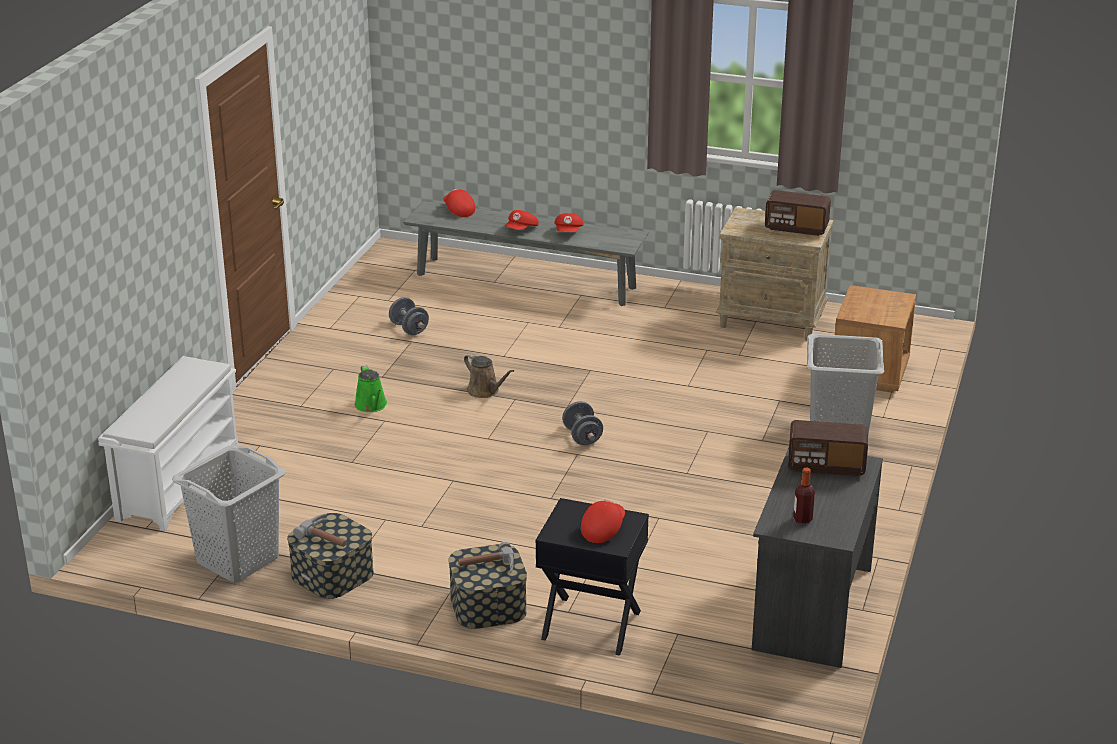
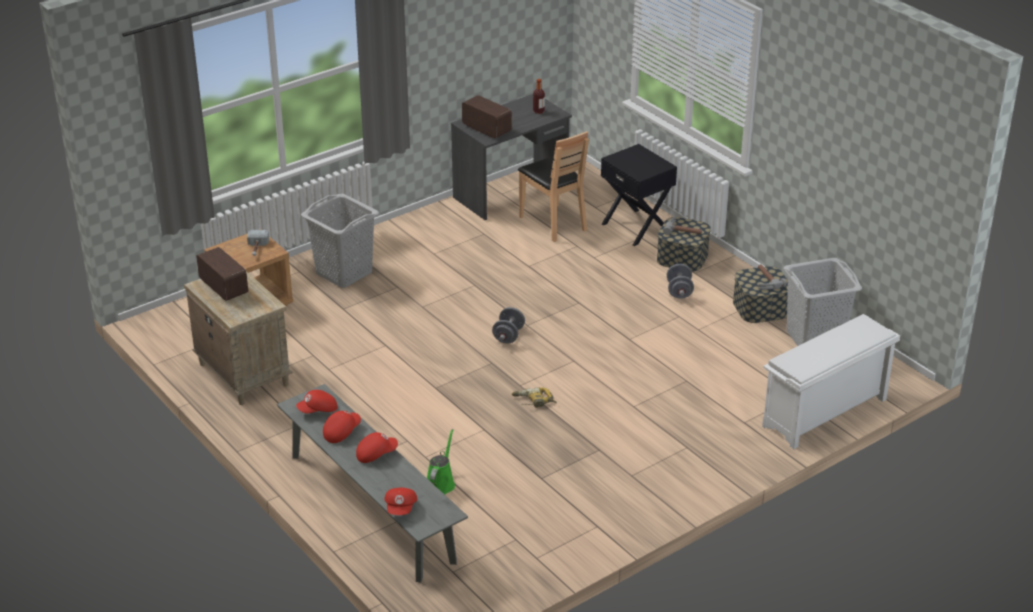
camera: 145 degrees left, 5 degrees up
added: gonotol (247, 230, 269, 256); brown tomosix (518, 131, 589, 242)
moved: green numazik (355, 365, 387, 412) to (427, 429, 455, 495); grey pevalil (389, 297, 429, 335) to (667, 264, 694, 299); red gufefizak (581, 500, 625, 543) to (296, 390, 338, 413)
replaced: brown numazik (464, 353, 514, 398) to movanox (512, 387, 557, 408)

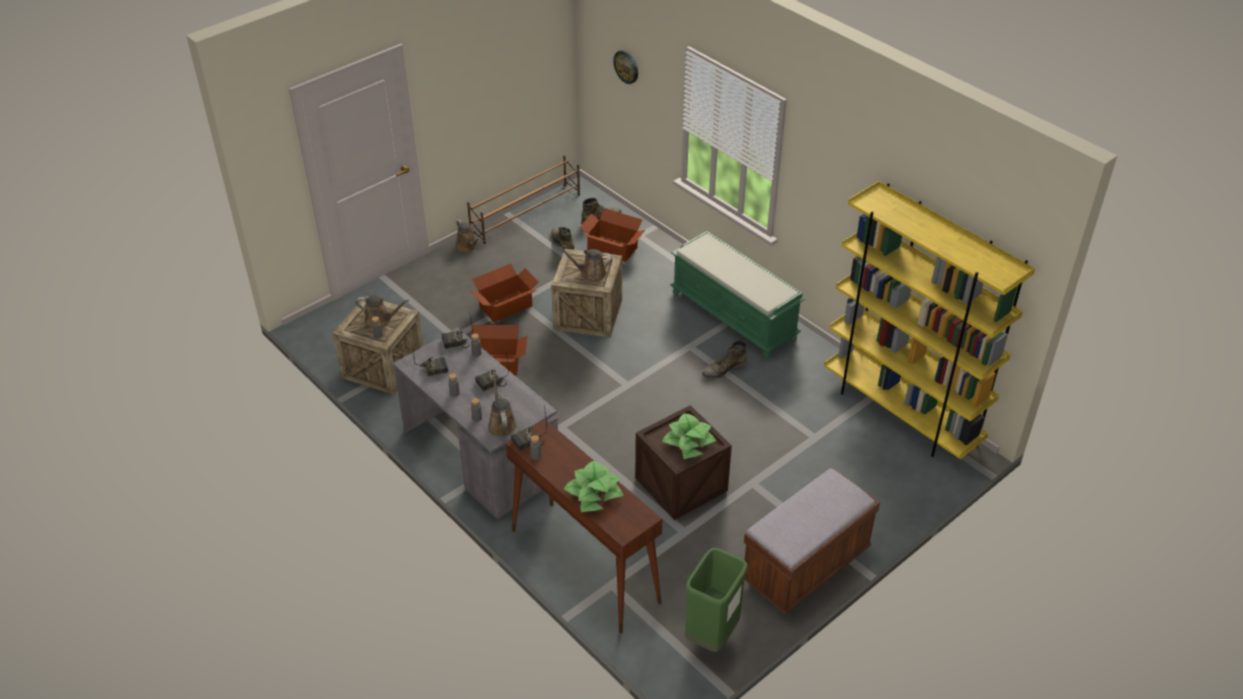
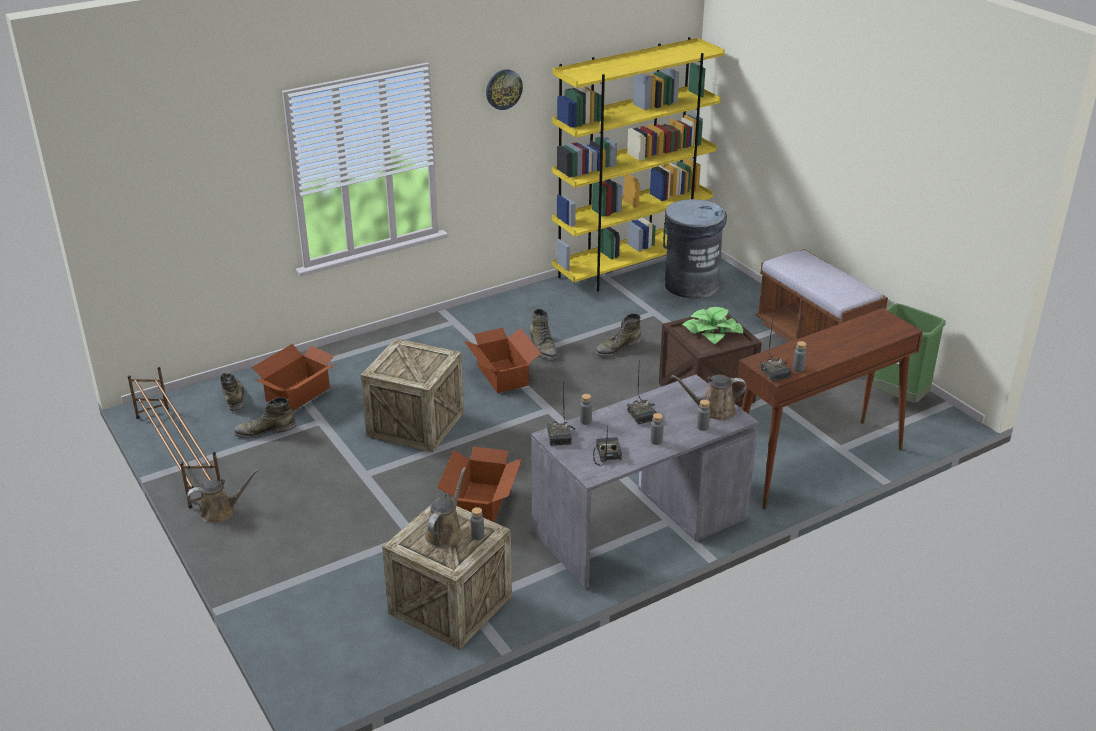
camera: 80 degrees left, 10 degrees down
removed: brown numazik (558, 247, 613, 282); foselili (564, 461, 624, 512); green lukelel (670, 231, 805, 358)
added: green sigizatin (595, 314, 641, 356); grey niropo (663, 199, 727, 299)
moved: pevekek (470, 264, 539, 322) to (464, 328, 541, 393); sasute (613, 50, 638, 84) to (486, 69, 523, 110)

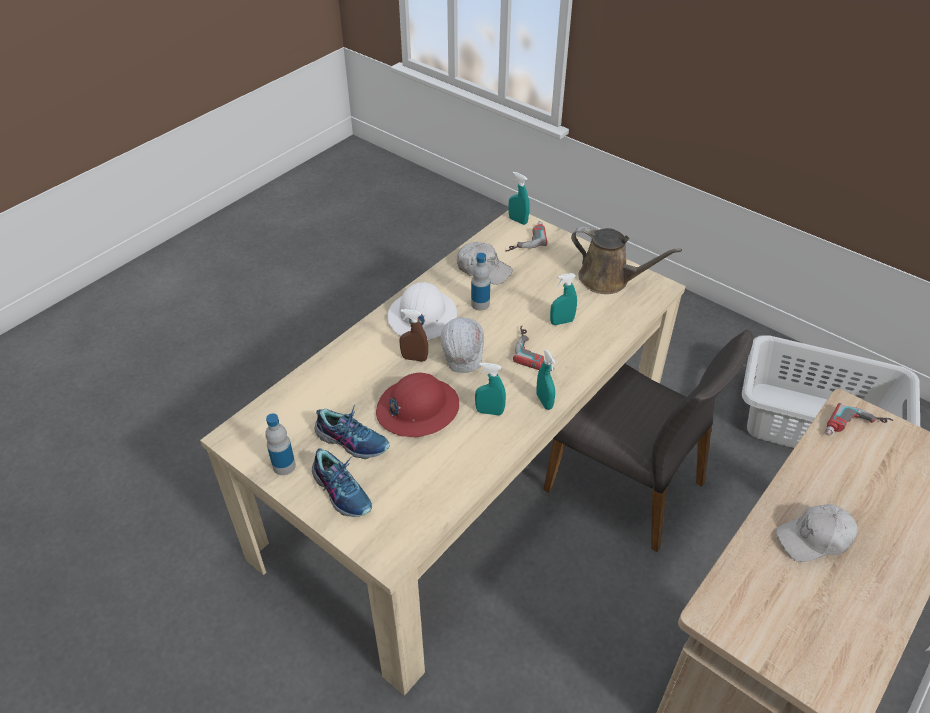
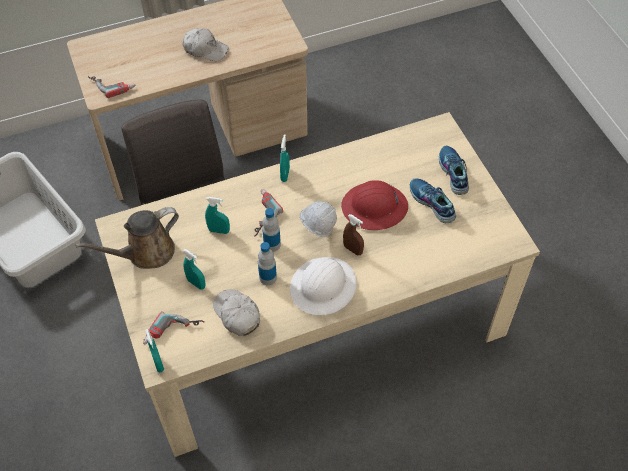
camera: 150 degrees left, 10 degrees up
moved: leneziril (265, 413, 296, 475) to (262, 208, 281, 252); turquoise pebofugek (475, 363, 506, 415) to (183, 249, 206, 290)
turned: brown numazik (571, 226, 682, 294) = (75, 207, 179, 269) 90 degrees counterclockwise

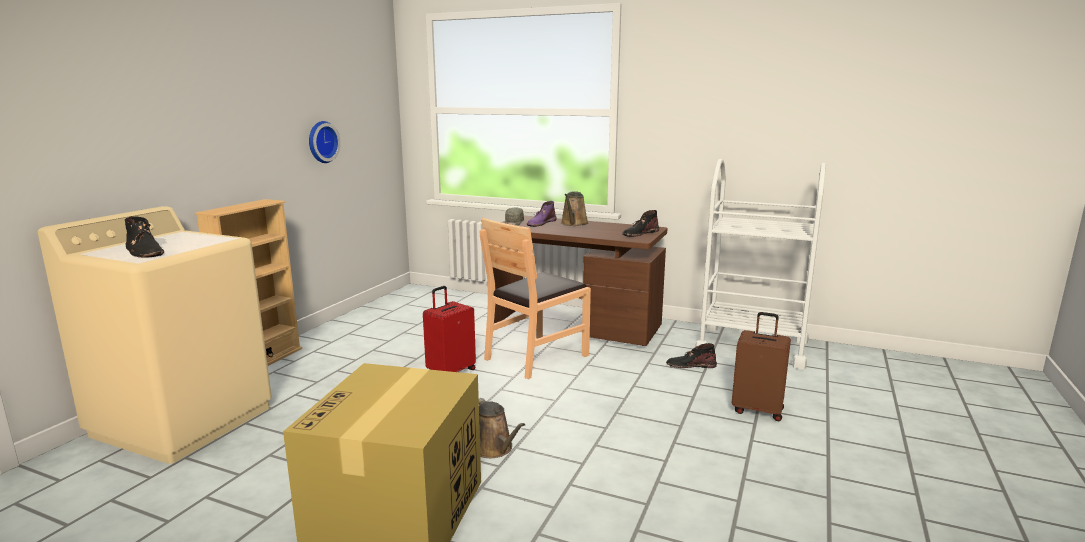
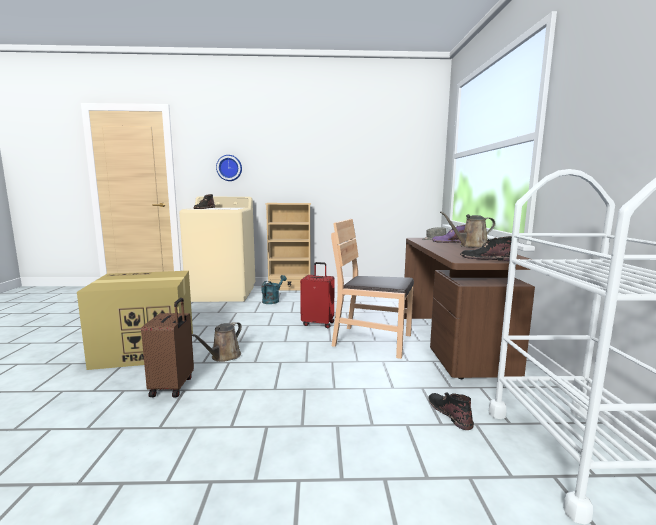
camera: 65 degrees right, 5 degrees down
added: turquoise numazik (261, 275, 287, 304)
moved: sasute (309, 121, 341, 163) to (216, 155, 242, 181); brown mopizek (732, 312, 791, 421) to (141, 298, 194, 397)

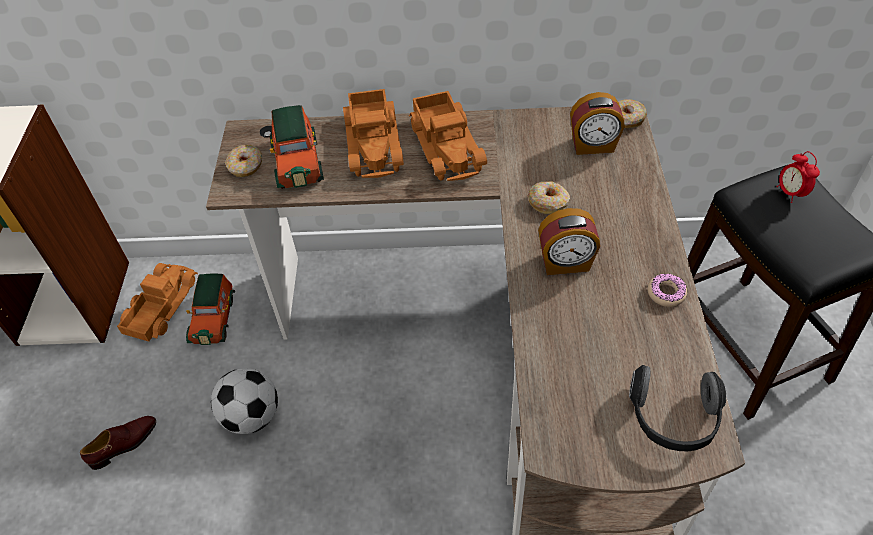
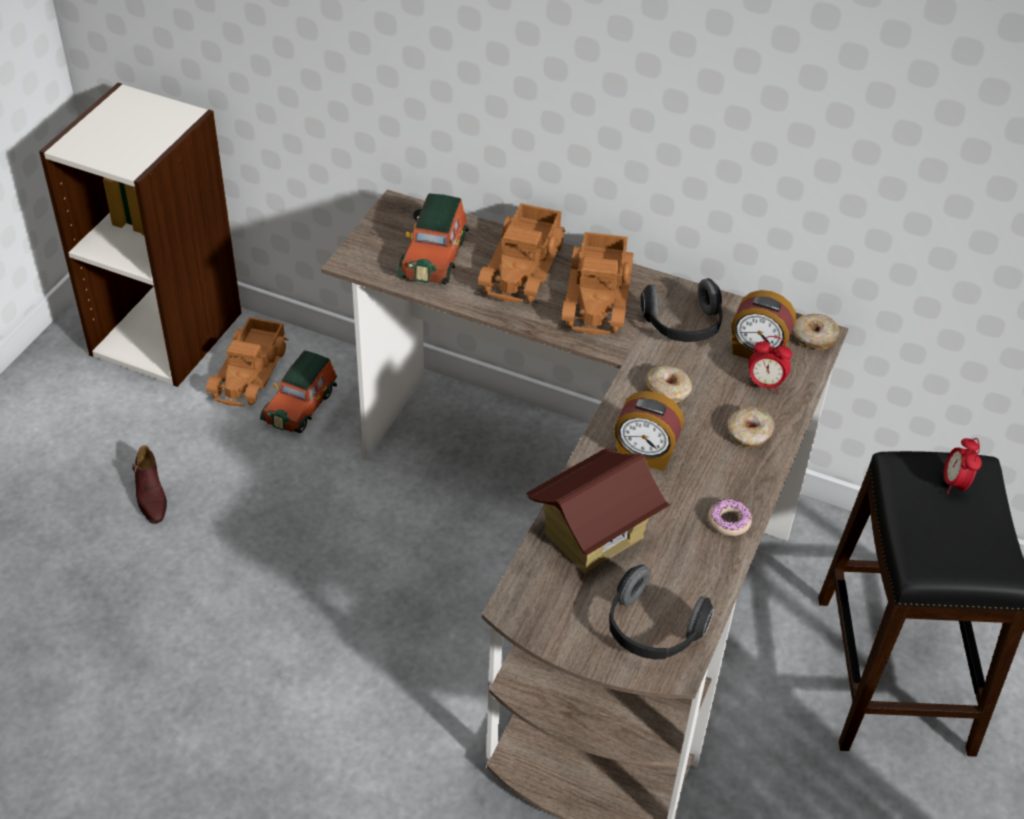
camera: 20 degrees right, 5 degrees down
removed: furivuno (211, 368, 278, 434)
added: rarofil (526, 447, 670, 574); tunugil (640, 278, 722, 342); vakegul (749, 336, 792, 394)
moved: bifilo (225, 145, 262, 177) to (727, 407, 775, 447)
turned: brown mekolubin (80, 416, 156, 470) = (132, 445, 167, 524) 90 degrees clockwise; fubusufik (117, 263, 198, 342) = (206, 317, 289, 406) 150 degrees clockwise

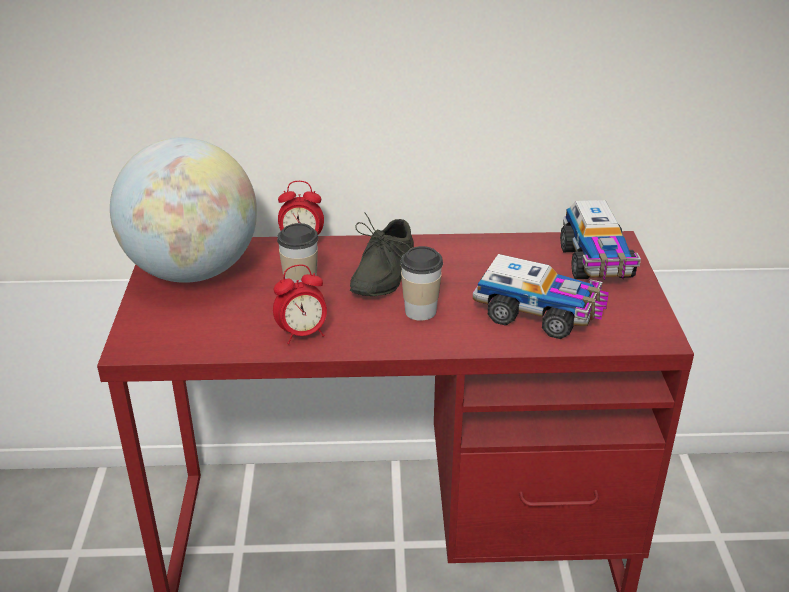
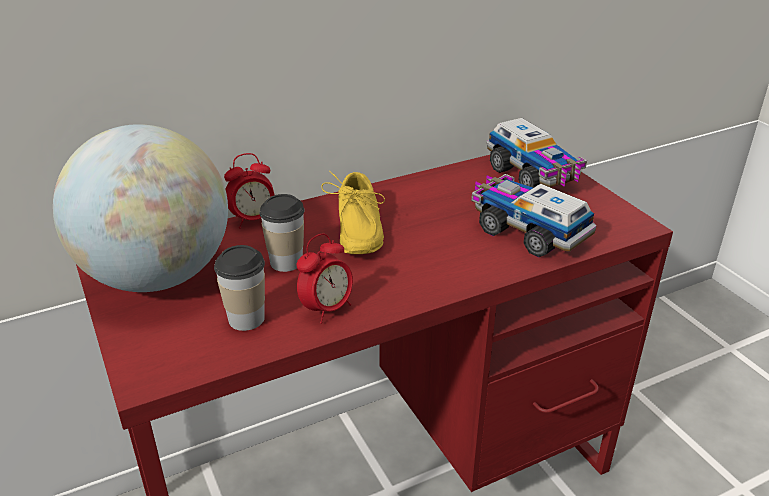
camera: 25 degrees left, 0 degrees up
moved: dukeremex (400, 246, 443, 321) to (214, 245, 265, 331)
recoloured: grey mekolubin (350, 212, 414, 296) to yellow mekolubin (321, 170, 385, 254)
turned: fubusufik (473, 254, 609, 339) = (471, 174, 596, 258) 135 degrees counterclockwise

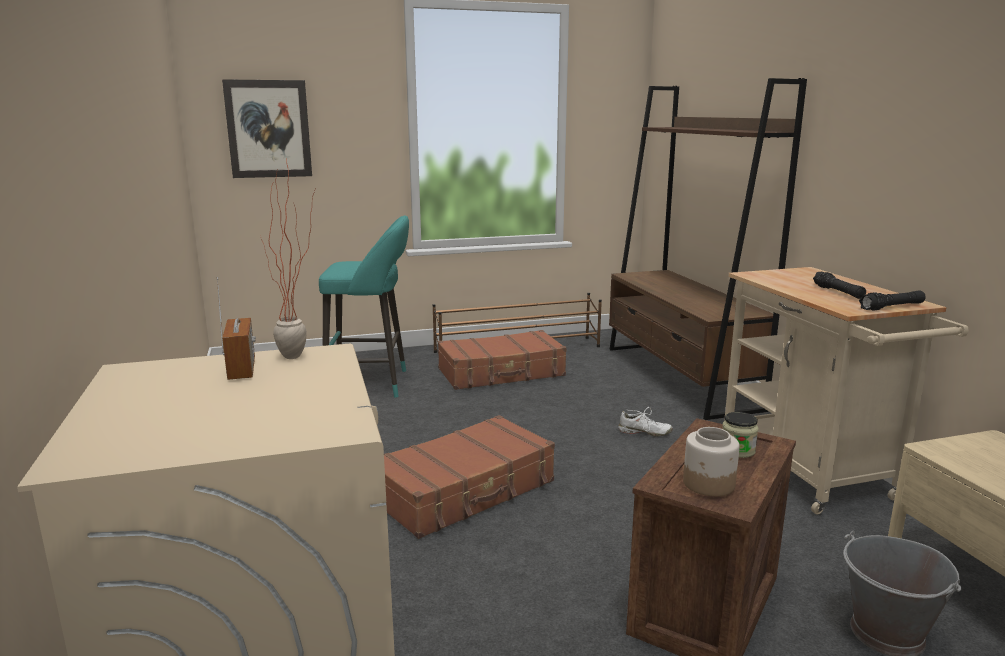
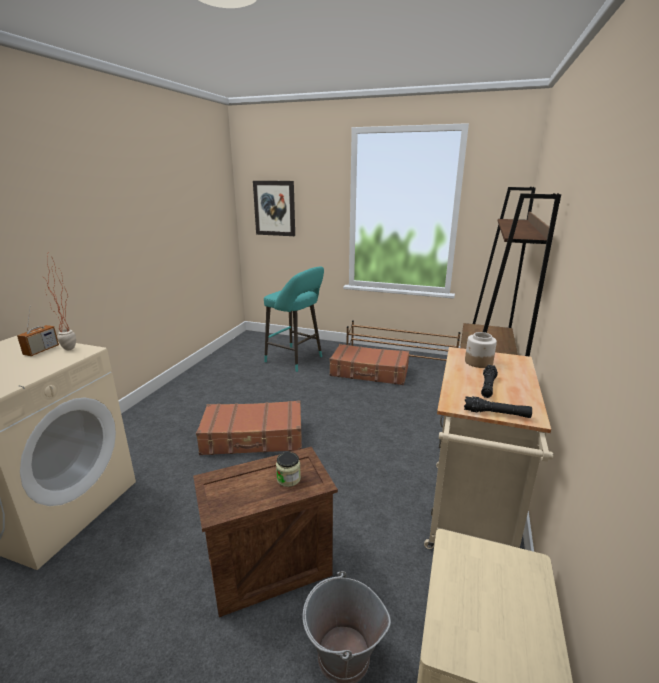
camera: 35 degrees right, 5 degrees up
removed: white mekolubin (618, 407, 673, 436)
moved: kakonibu (683, 427, 740, 497) to (465, 332, 497, 368)

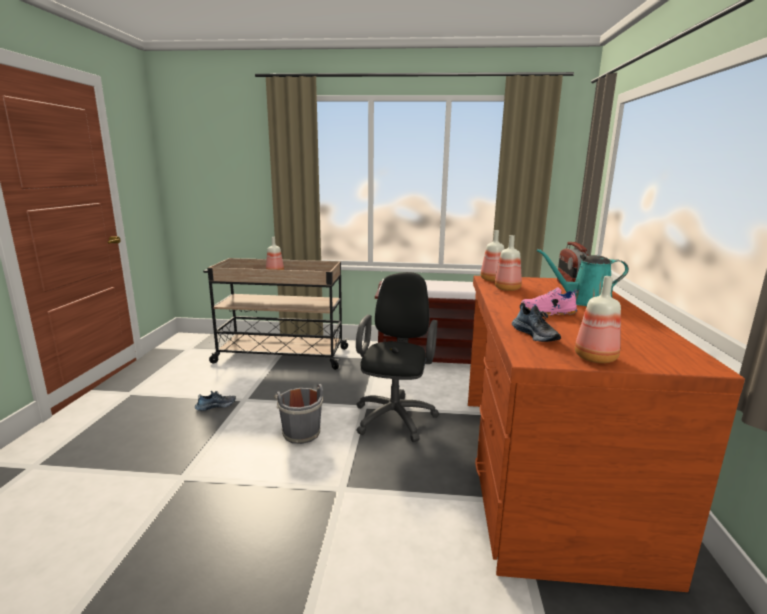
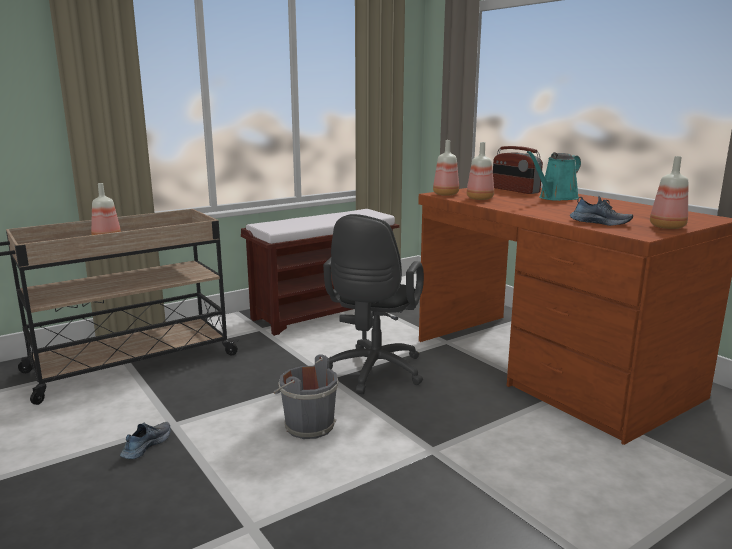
camera: 40 degrees left, 0 degrees up
removed: pink mekolubin (521, 287, 578, 316)
turned: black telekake (356, 272, 439, 442) = (323, 214, 424, 394) 135 degrees counterclockwise

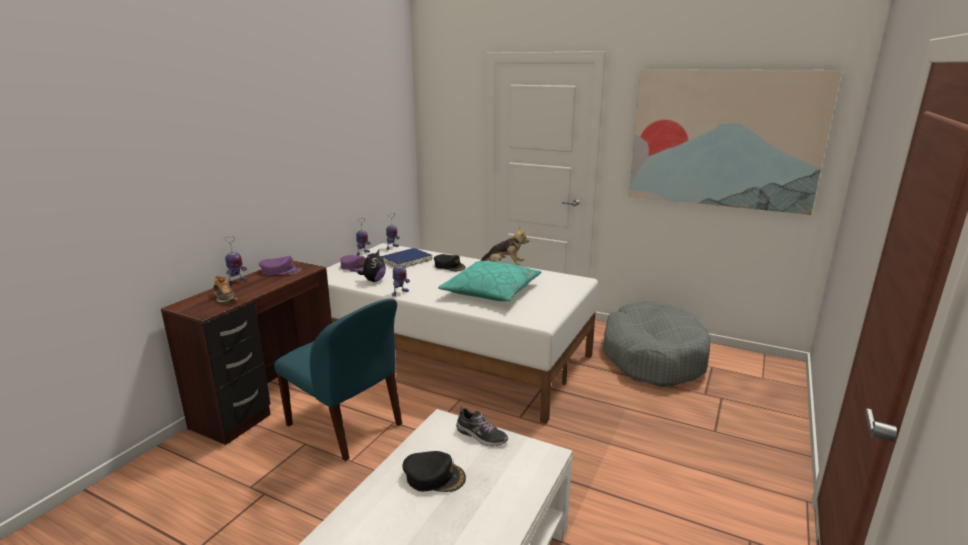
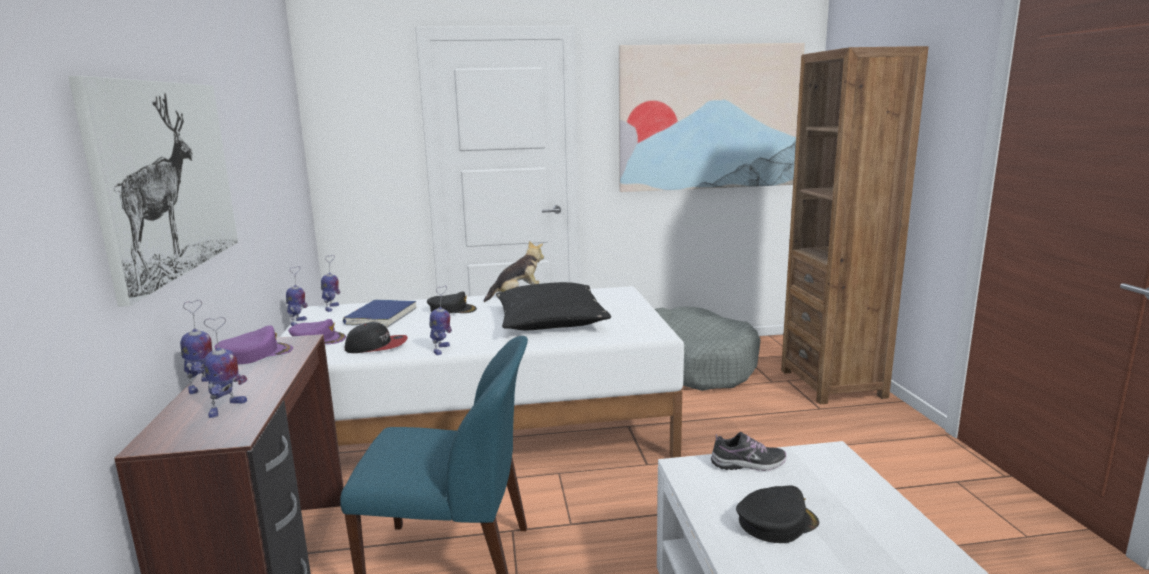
camera: 35 degrees left, 5 degrees down
added: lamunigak (68, 76, 238, 307); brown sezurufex (781, 46, 928, 404)
replaced: mekolubin (213, 276, 237, 303) to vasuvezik (204, 317, 247, 418); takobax (358, 250, 386, 282) to gufefizak (345, 322, 408, 353)
recoloured: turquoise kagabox (438, 261, 542, 301) to black kagabox (496, 282, 611, 331)

